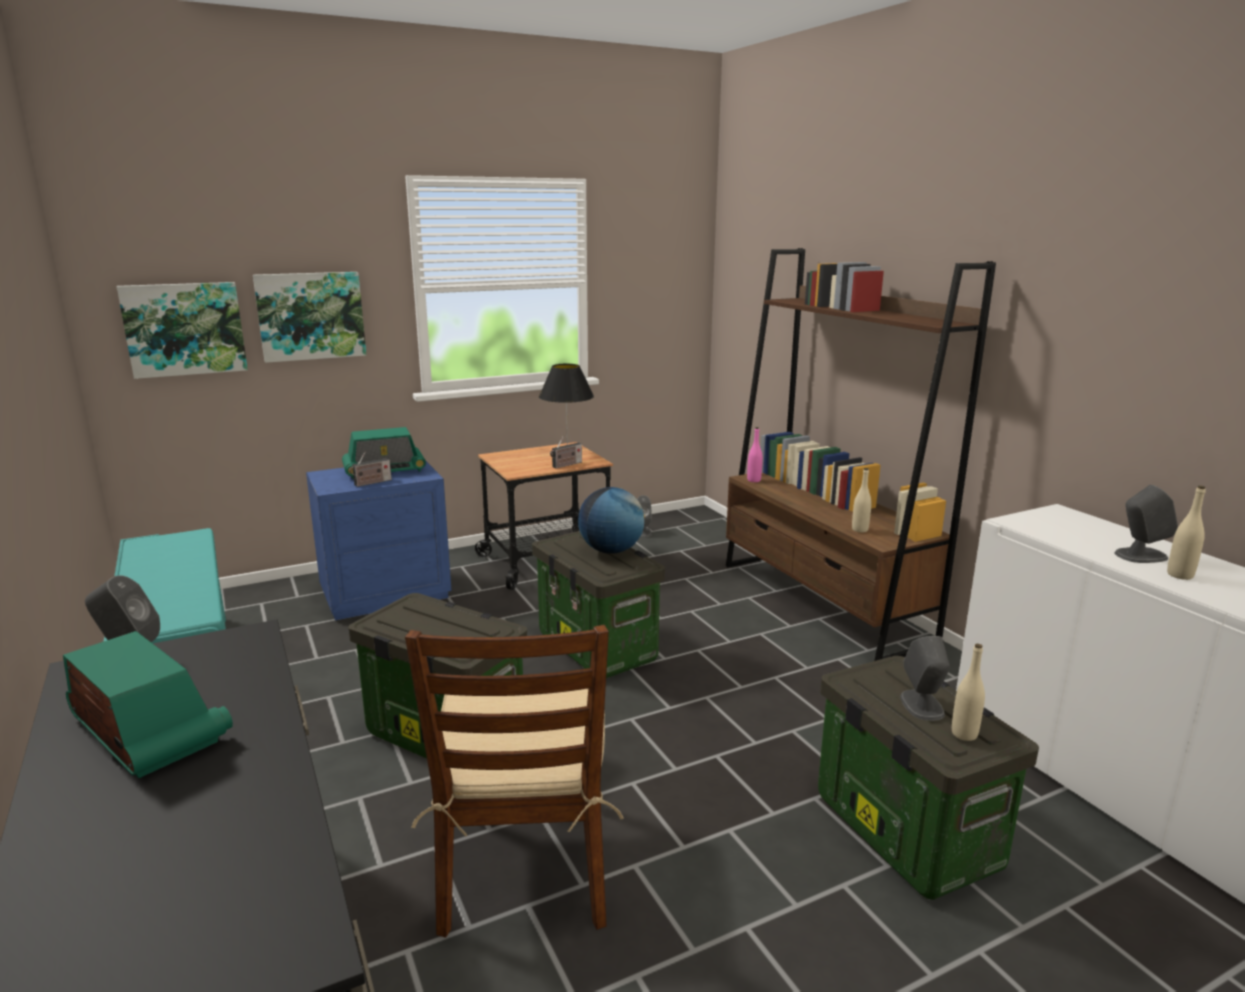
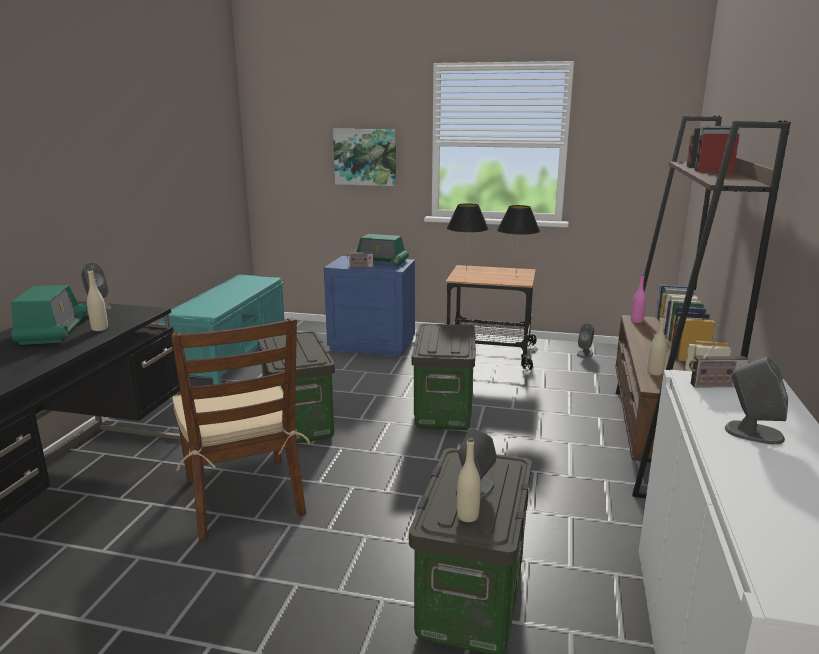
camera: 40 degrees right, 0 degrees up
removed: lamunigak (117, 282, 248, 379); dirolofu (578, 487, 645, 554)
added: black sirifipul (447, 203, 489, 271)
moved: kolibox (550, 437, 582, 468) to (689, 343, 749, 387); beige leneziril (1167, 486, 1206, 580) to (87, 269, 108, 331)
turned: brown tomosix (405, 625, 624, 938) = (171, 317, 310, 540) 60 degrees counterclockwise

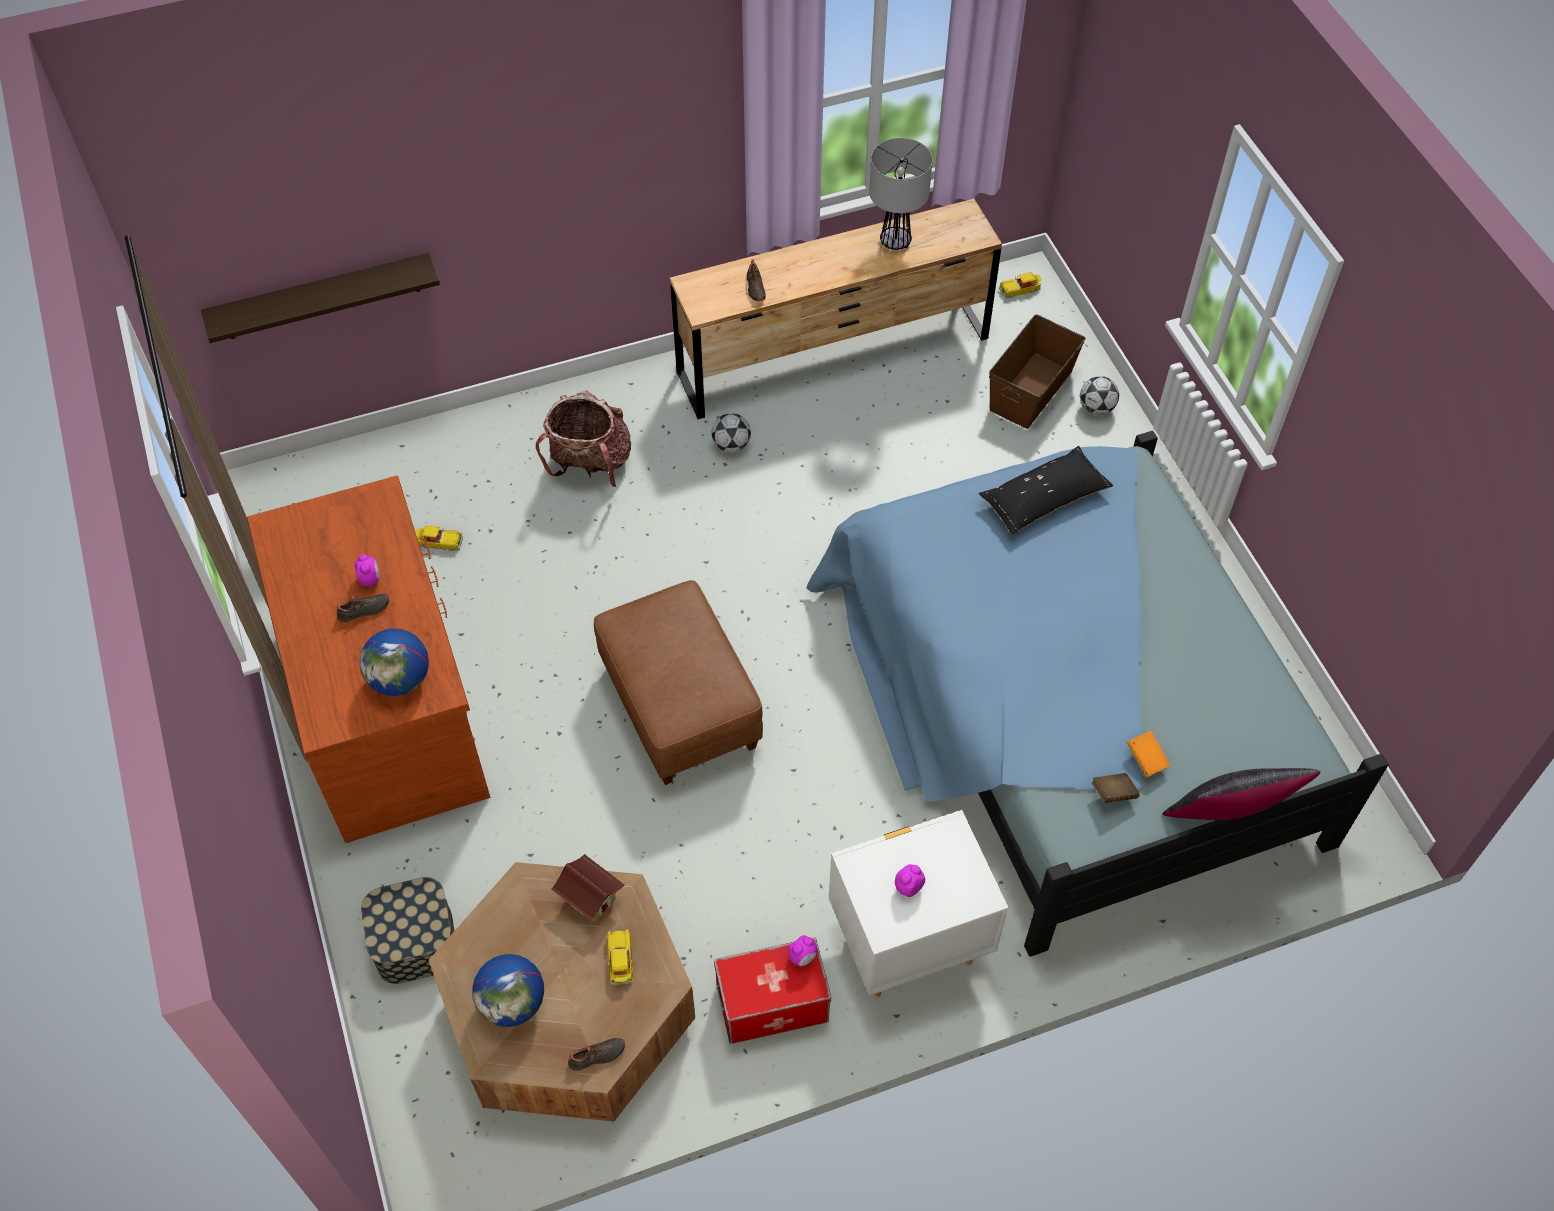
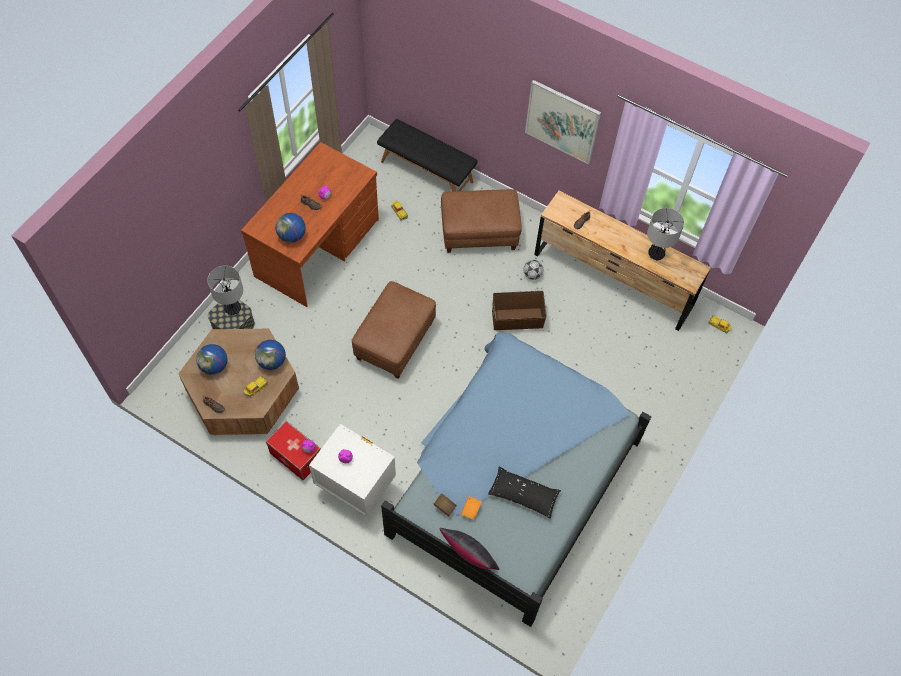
camera: 50 degrees right, 5 degrees up
removed: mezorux (201, 253, 440, 343); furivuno (1080, 376, 1119, 415)
added: sirifipul (207, 266, 243, 315); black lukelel (377, 119, 478, 191); lamunigak (525, 80, 601, 164)
moved: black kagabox (979, 446, 1113, 535) to (488, 466, 561, 519); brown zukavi (989, 314, 1086, 429) to (492, 291, 547, 330)
replaced: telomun (536, 390, 631, 487) to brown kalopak (441, 189, 522, 253); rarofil (551, 854, 624, 922) to dirolofu (255, 340, 286, 370)

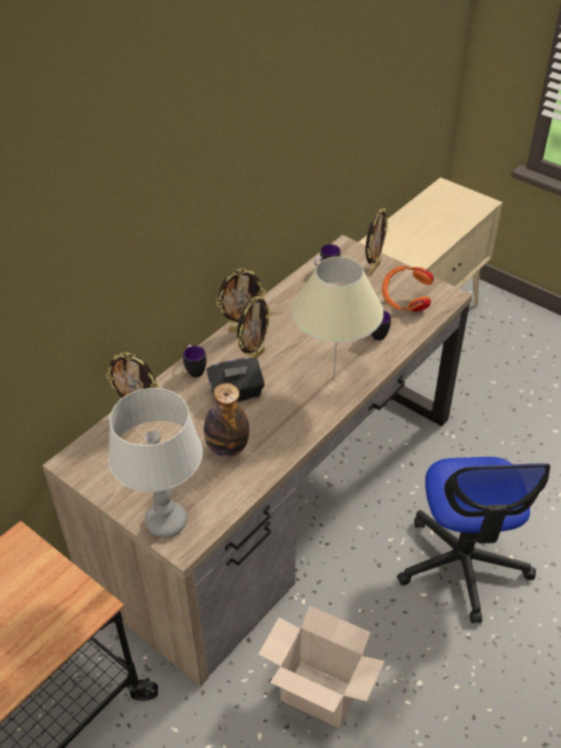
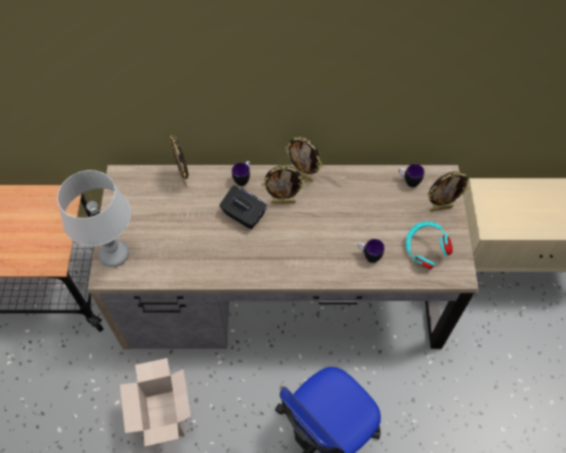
camera: 50 degrees right, 15 degrees up
removed: leneziril (204, 383, 249, 458); beige sirifipul (292, 257, 384, 378)
recoloured: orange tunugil (382, 266, 434, 312) to turquoise tunugil (406, 222, 453, 269)

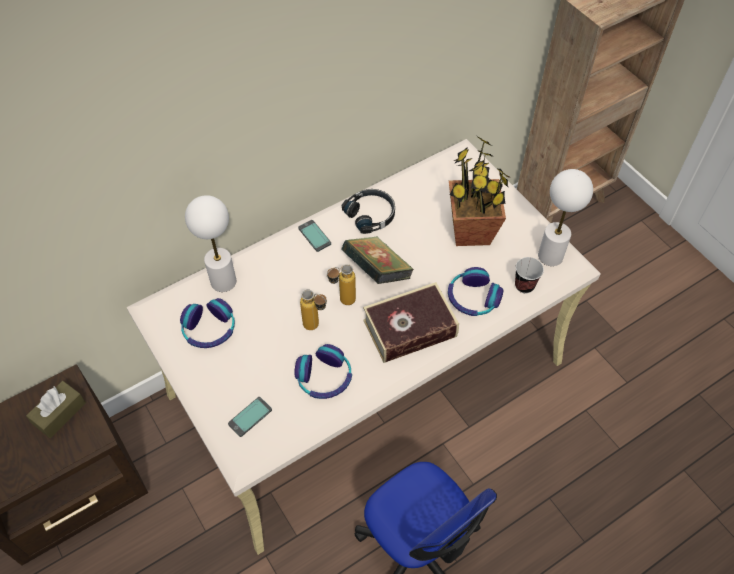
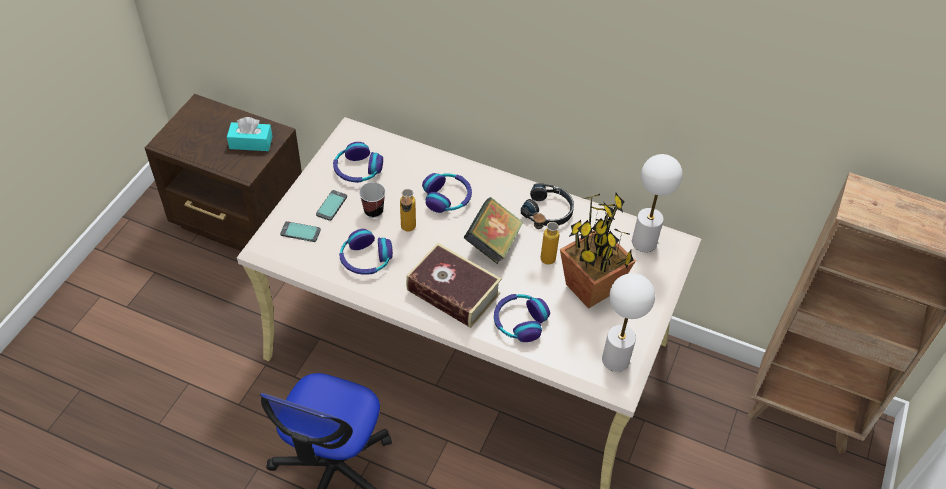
camera: 55 degrees right, 5 degrees down
added: tunugil (422, 173, 472, 213)
moved: white sirifipul (185, 195, 236, 292) to (632, 154, 683, 252); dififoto (298, 220, 331, 252) to (316, 190, 347, 221); leneziril (327, 264, 356, 305) to (533, 212, 559, 265); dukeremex (515, 257, 544, 293) to (359, 182, 386, 218)
recoloured: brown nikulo (26, 381, 86, 438) to turquoise nikulo (227, 117, 273, 151)

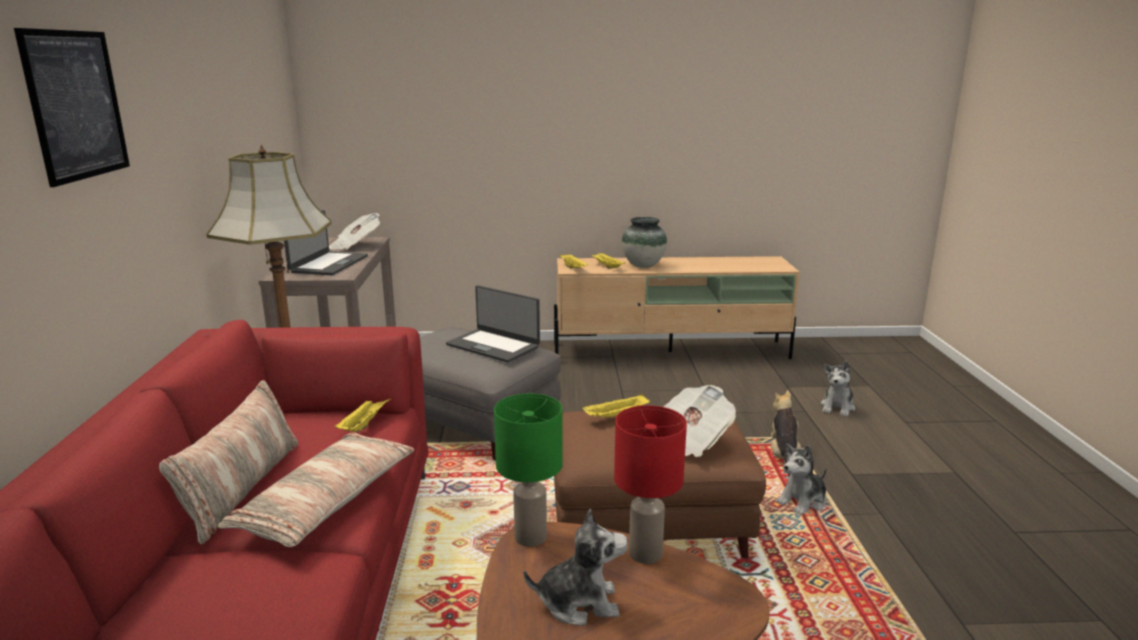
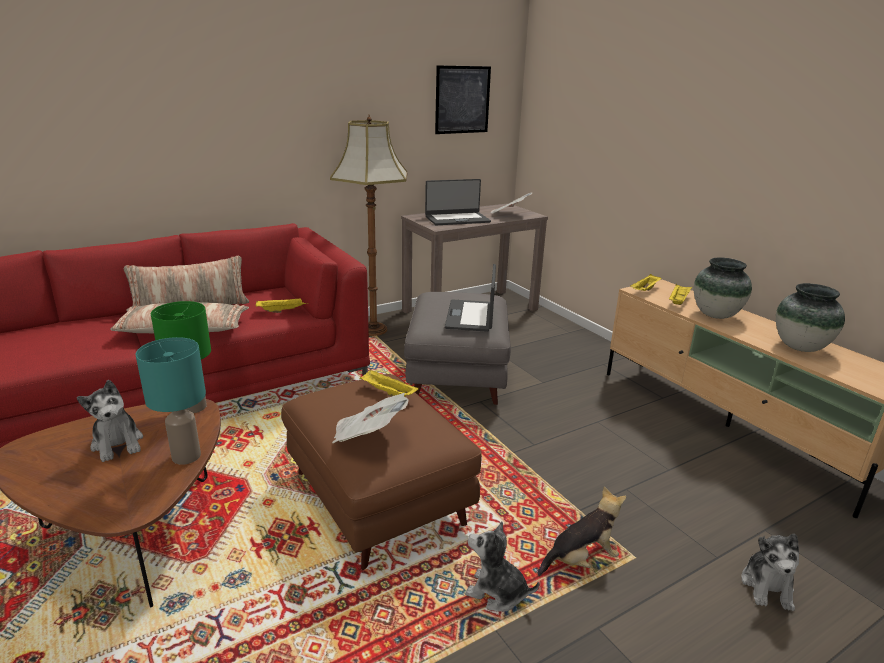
camera: 60 degrees right, 5 degrees up
added: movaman (776, 283, 845, 352)
moved: lamunigak (14, 28, 130, 187) to (435, 65, 491, 134)
recoloured: red sirifipul (614, 405, 687, 564) to turquoise sirifipul (136, 337, 206, 465)
turned: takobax (820, 361, 855, 417) = (741, 534, 799, 611) 75 degrees counterclockwise

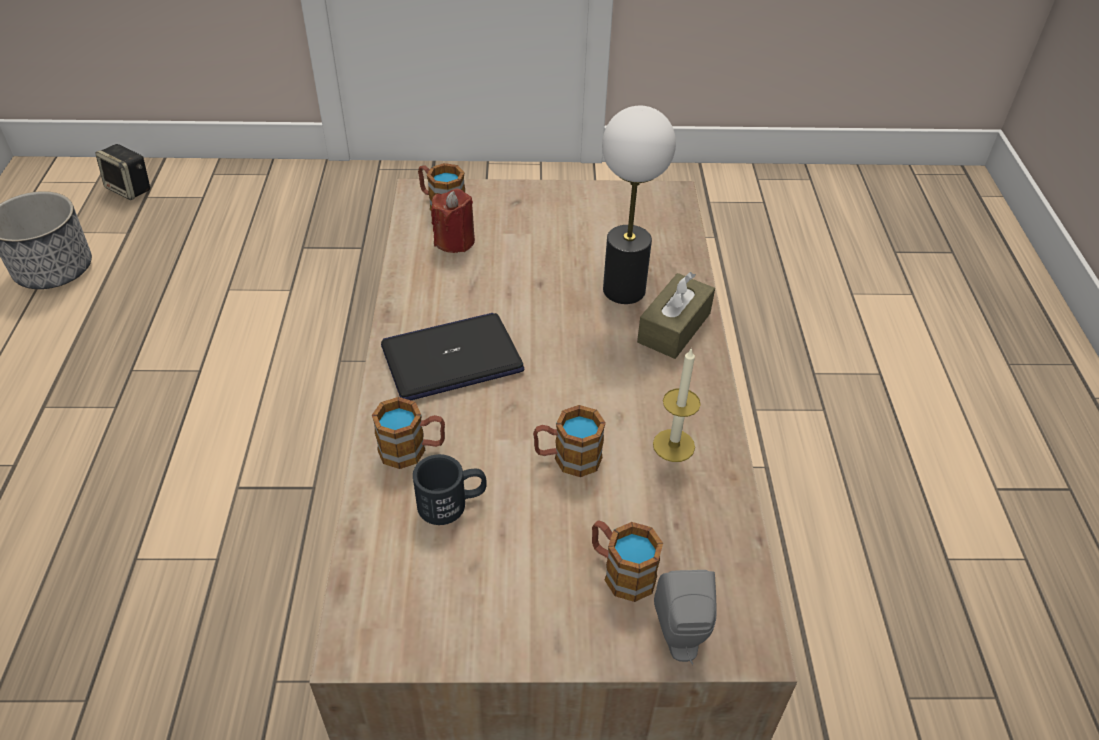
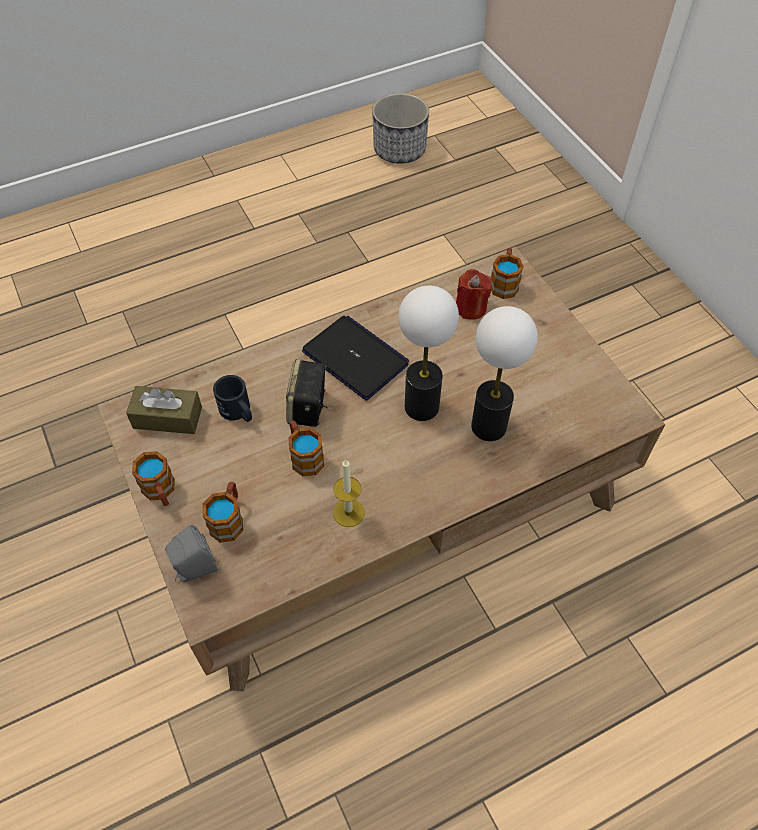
camera: 65 degrees right, 10 degrees up
added: sirifipul (398, 286, 459, 421)
moved: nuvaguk (96, 144, 150, 200) to (286, 359, 328, 427); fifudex (372, 397, 445, 469) to (132, 451, 175, 506); brown nikulo (637, 272, 715, 359) to (126, 386, 202, 434)

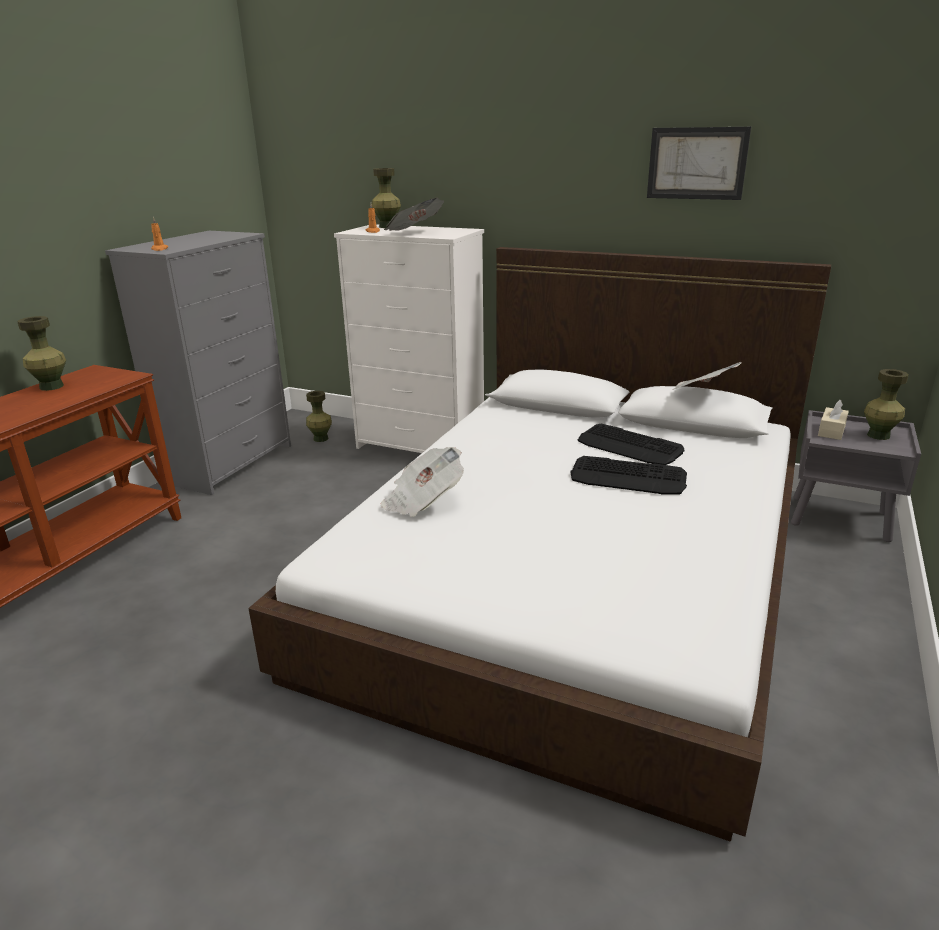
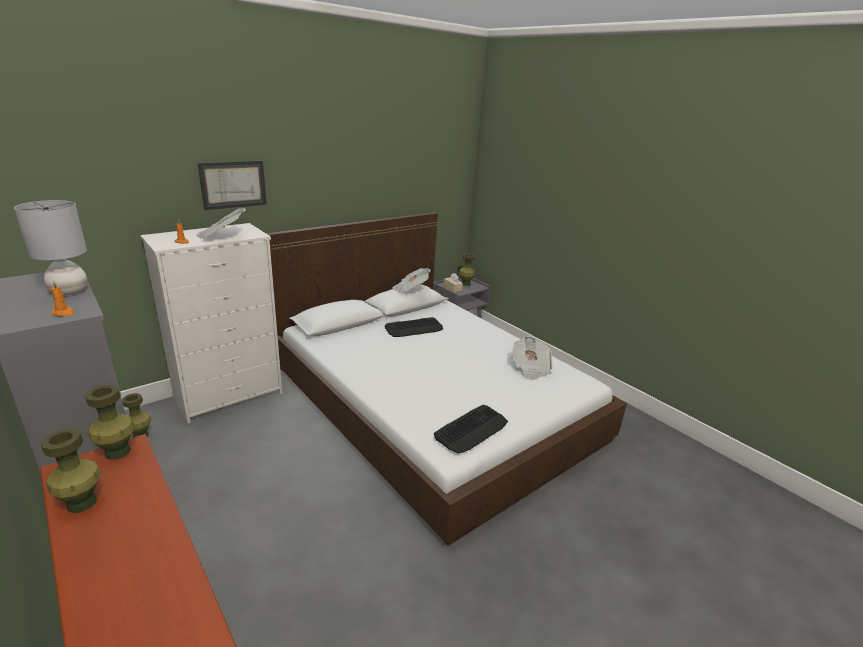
camera: 65 degrees left, 0 degrees up
added: grey sirifipul (14, 200, 88, 295)
moved: green movaman (372, 168, 401, 228) to (85, 385, 135, 460); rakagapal (381, 447, 464, 517) to (511, 336, 553, 380); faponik (570, 456, 687, 495) to (434, 405, 508, 454); lamunigak (647, 127, 751, 200) to (198, 161, 267, 210)

